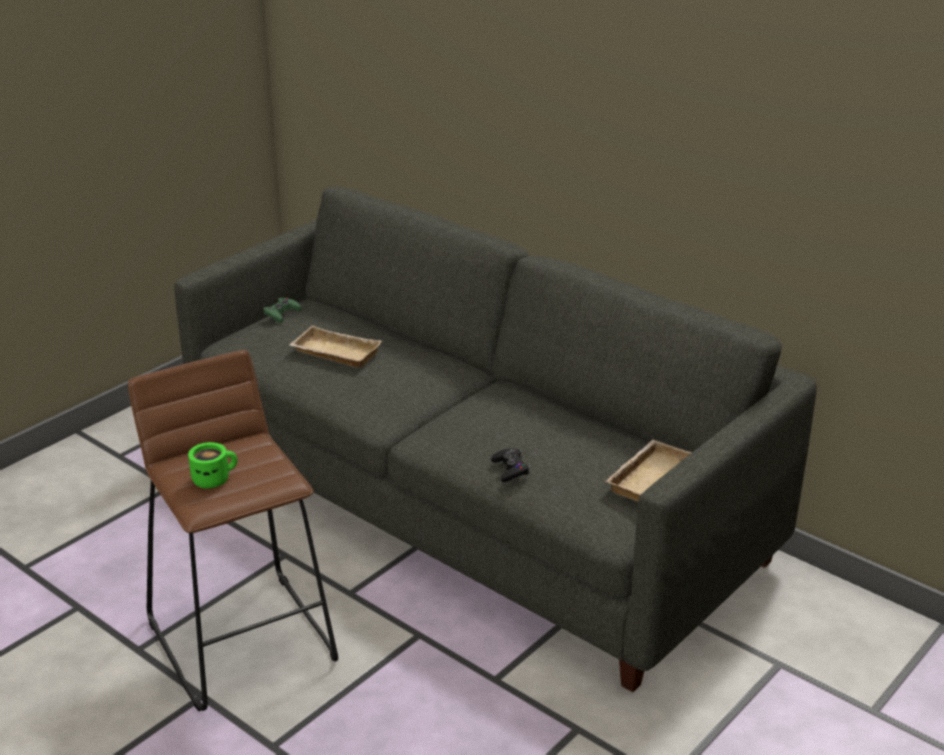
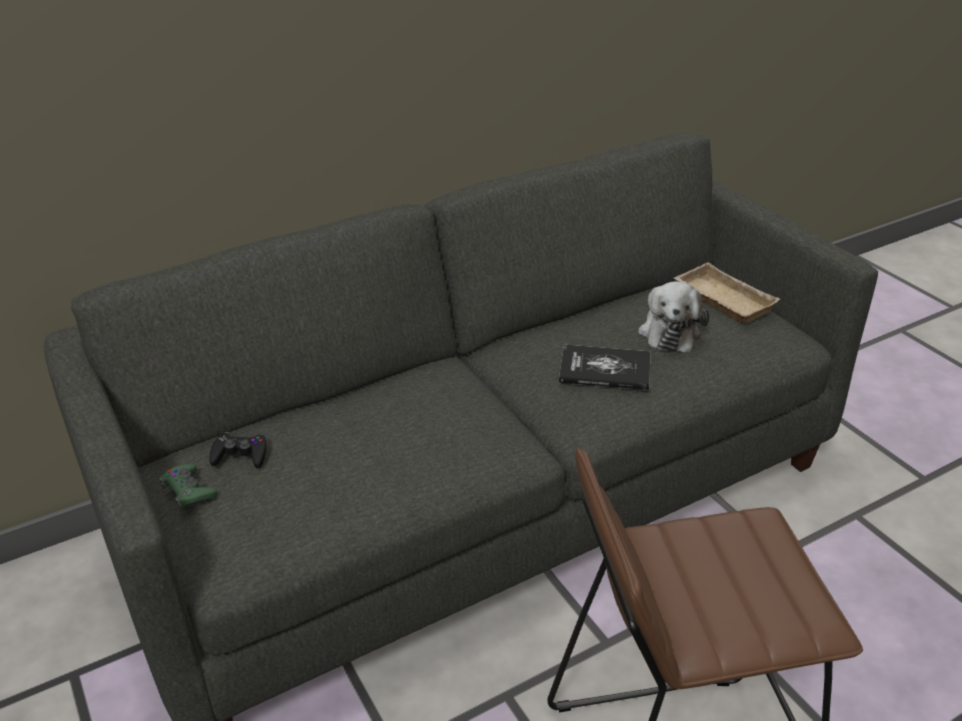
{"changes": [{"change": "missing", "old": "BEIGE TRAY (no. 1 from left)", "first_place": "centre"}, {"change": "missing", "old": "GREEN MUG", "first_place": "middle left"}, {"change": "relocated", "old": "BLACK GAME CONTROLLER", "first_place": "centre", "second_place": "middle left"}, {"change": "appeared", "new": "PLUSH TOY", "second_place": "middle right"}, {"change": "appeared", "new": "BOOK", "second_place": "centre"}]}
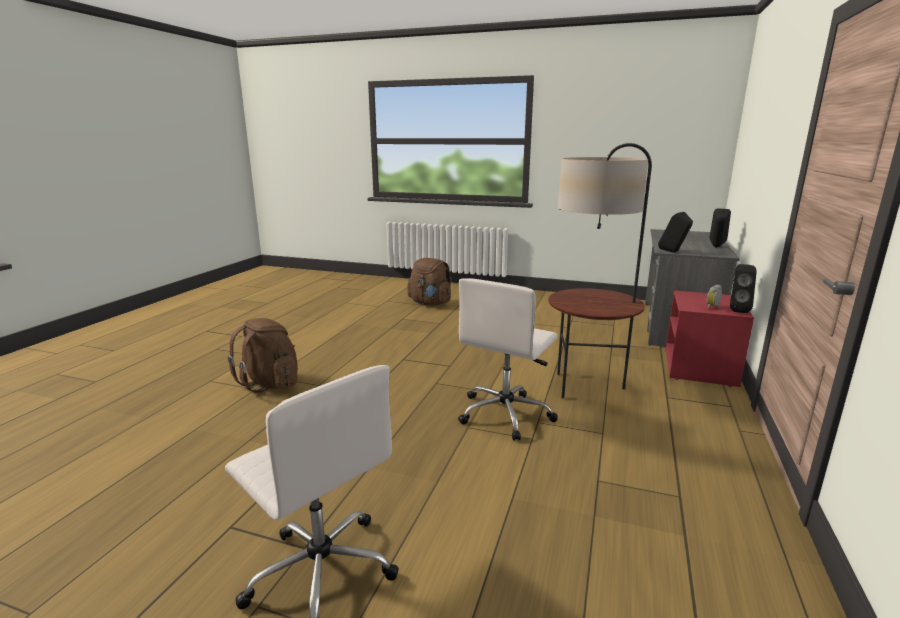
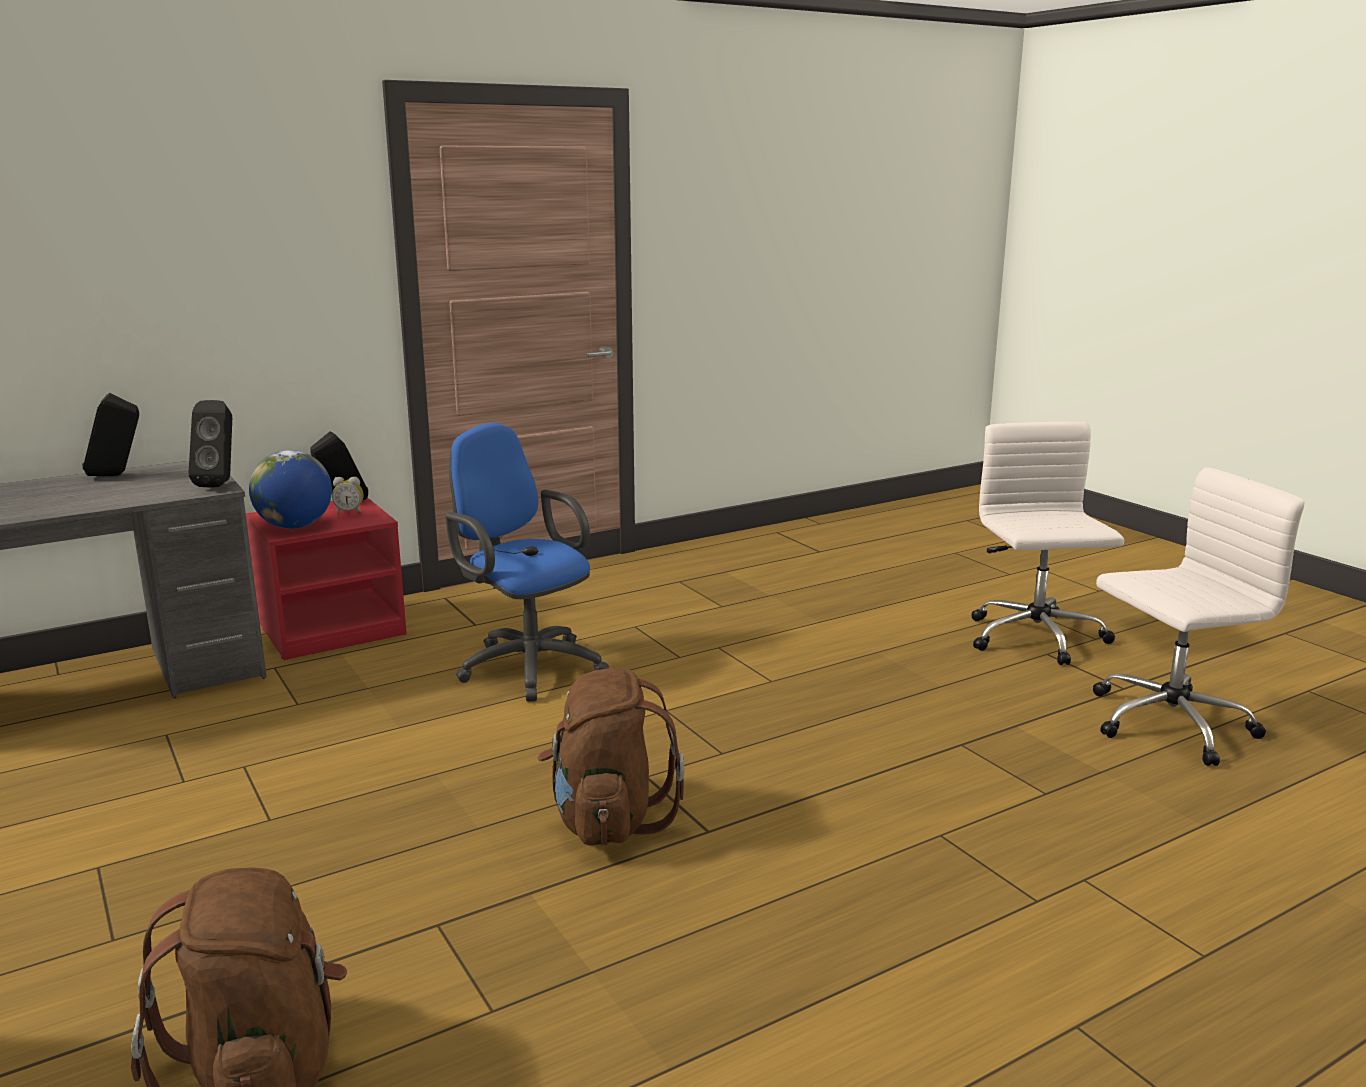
{"changes": [{"change": "exchanged", "old": "FLOOR LAMP", "new": "BLUE OFFICE CHAIR", "first_place": "middle right", "second_place": "centre"}, {"change": "relocated", "old": "WHITE OFFICE CHAIR (no. 2 from left)", "first_place": "centre", "second_place": "middle right"}, {"change": "relocated", "old": "BROWN BACKPACK (no. 1 from left in the first image)", "new": "BROWN BACKPACK (no. 2 from left)", "first_place": "middle left", "second_place": "bottom centre"}, {"change": "appeared", "new": "GLOBE", "second_place": "middle left"}]}
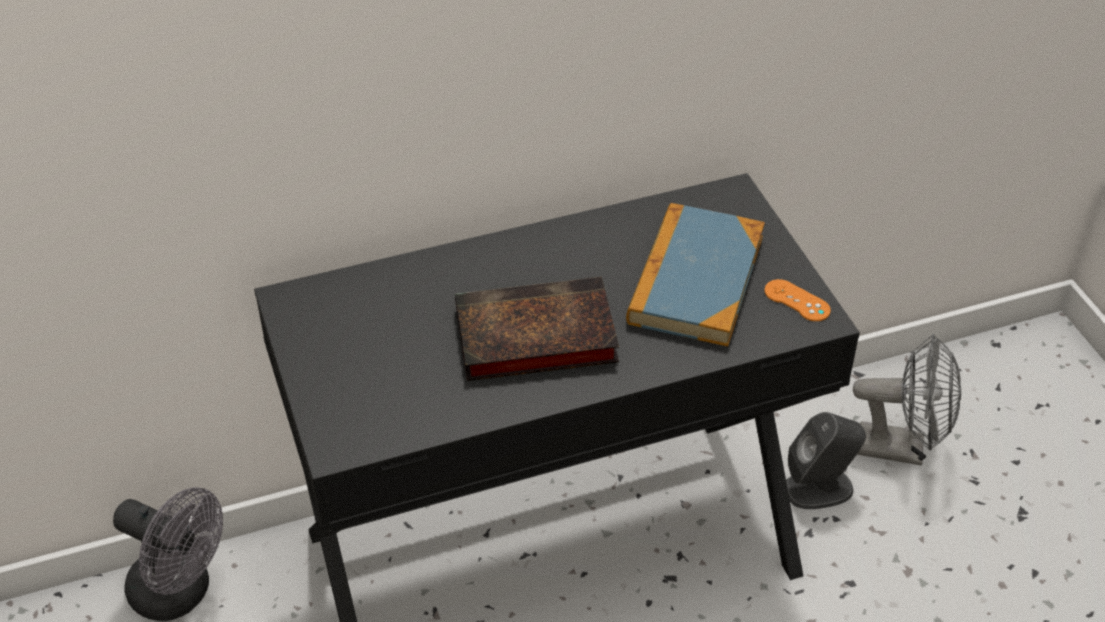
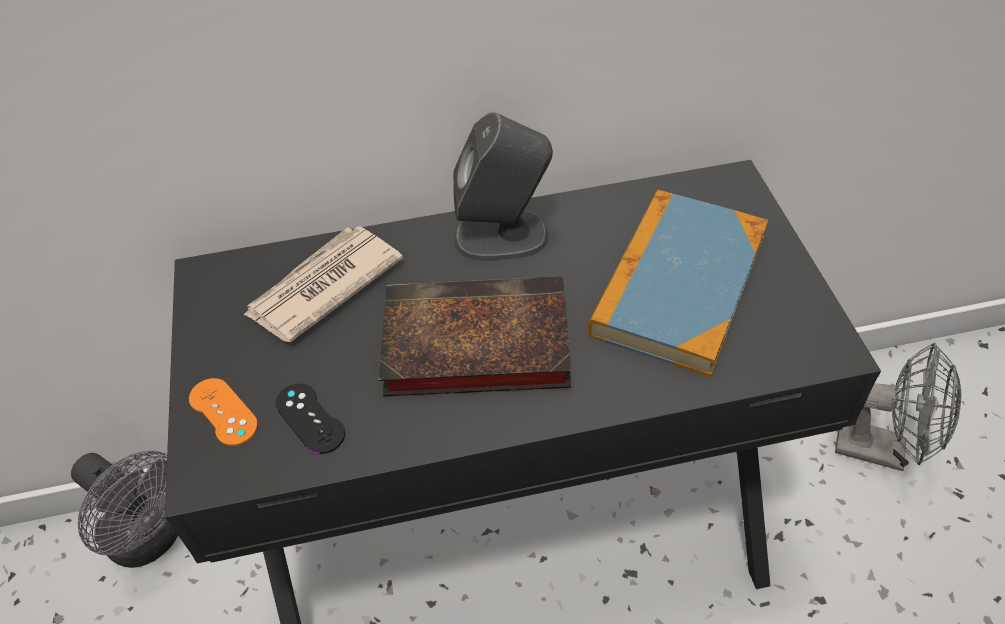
{"changes": [{"change": "relocated", "old": "ORANGE GAME CONTROLLER", "first_place": "middle right", "second_place": "middle left"}, {"change": "relocated", "old": "GREY SPEAKER", "first_place": "bottom right", "second_place": "top centre"}, {"change": "appeared", "new": "NEWSPAPER", "second_place": "middle left"}, {"change": "appeared", "new": "BLACK GAME CONTROLLER", "second_place": "bottom left"}]}
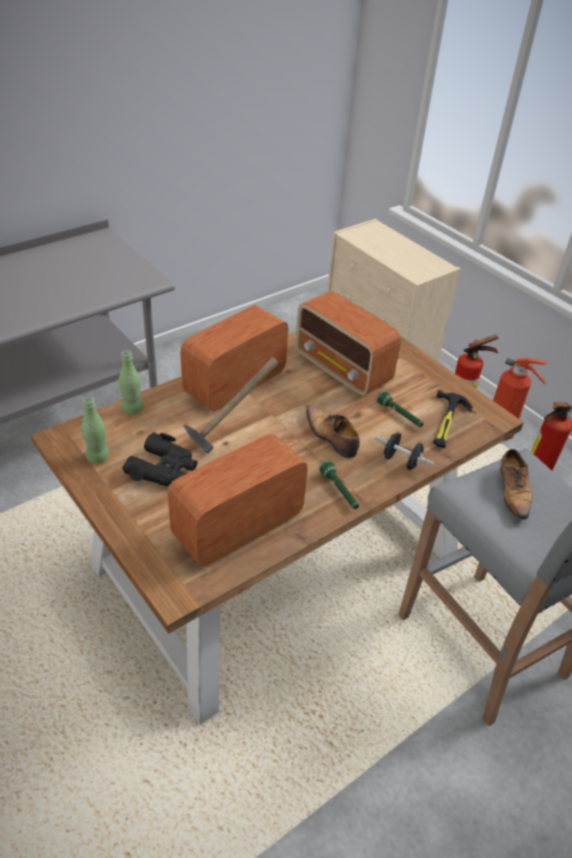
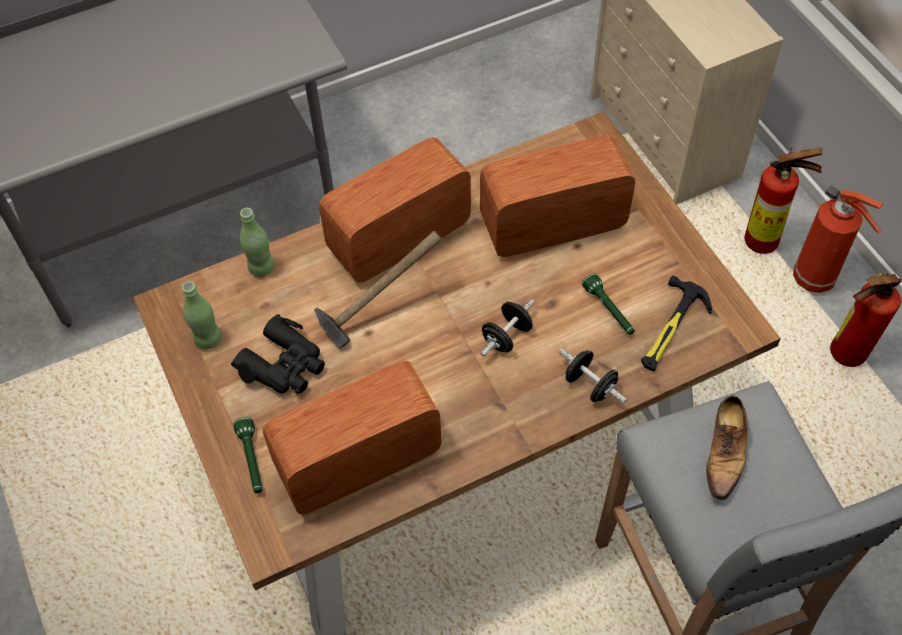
{"changes": [{"change": "spun", "old": "RADIO (no. 3 from left)", "first_place": "centre", "second_place": "top centre", "degrees": 105}, {"change": "exchanged", "old": "SHOE (no. 1 from left)", "new": "BLACK DUMBBELL (no. 1 from left)", "first_place": "centre", "second_place": "centre"}, {"change": "relocated", "old": "GREEN FLASHLIGHT (no. 1 from left)", "first_place": "centre", "second_place": "bottom left"}]}
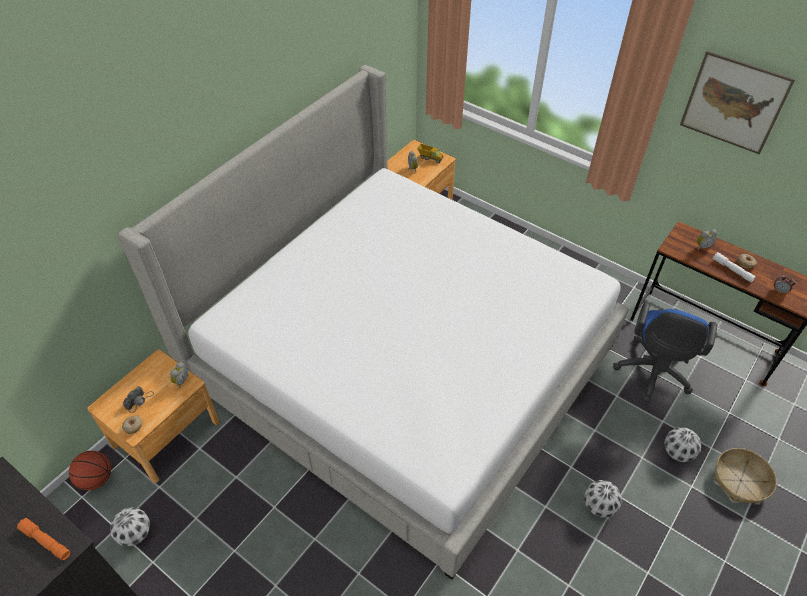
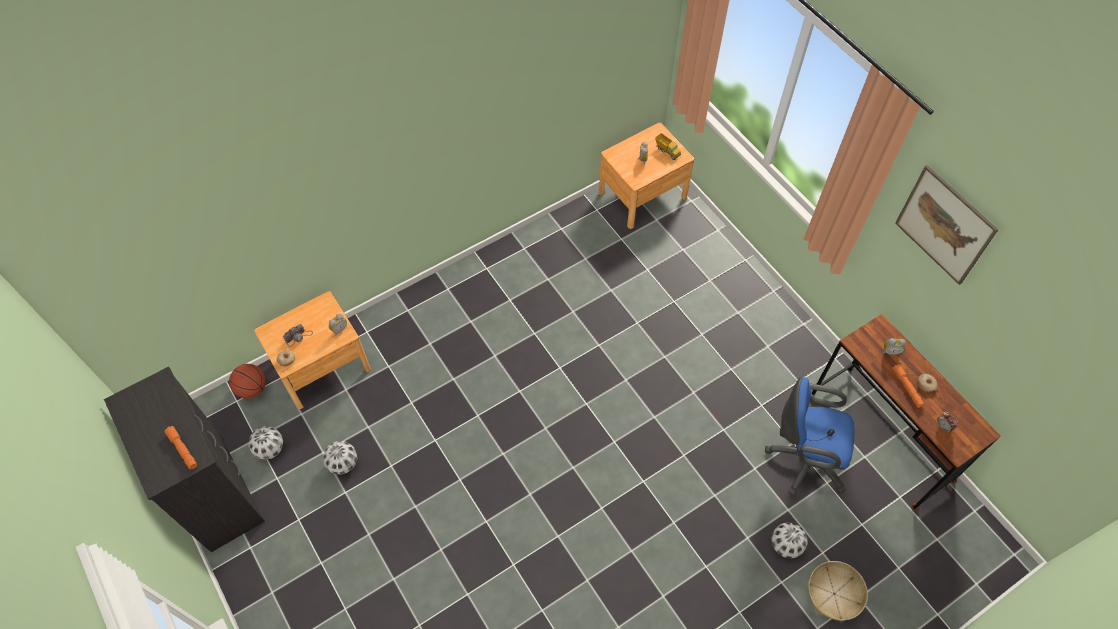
{"changes": [{"change": "missing", "old": "BED", "first_place": "centre"}, {"change": "colour", "old": "WHITE FLASHLIGHT", "new": "ORANGE FLASHLIGHT (no. 2 from left)", "first_place": "middle right", "second_place": "middle right"}, {"change": "spun", "old": "BLUE OFFICE CHAIR", "first_place": "middle right", "second_place": "bottom right", "degrees": 60}, {"change": "relocated", "old": "FOOTBALL (no. 2 from left)", "first_place": "bottom right", "second_place": "bottom left"}]}
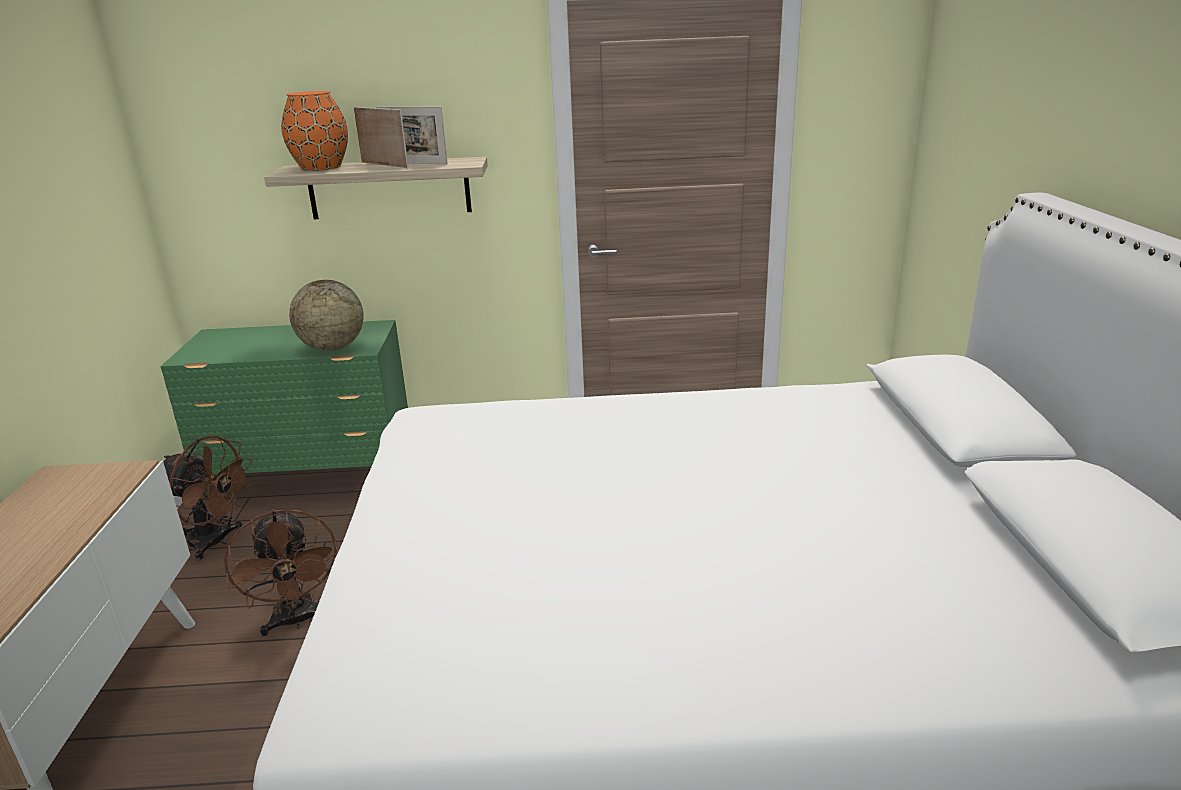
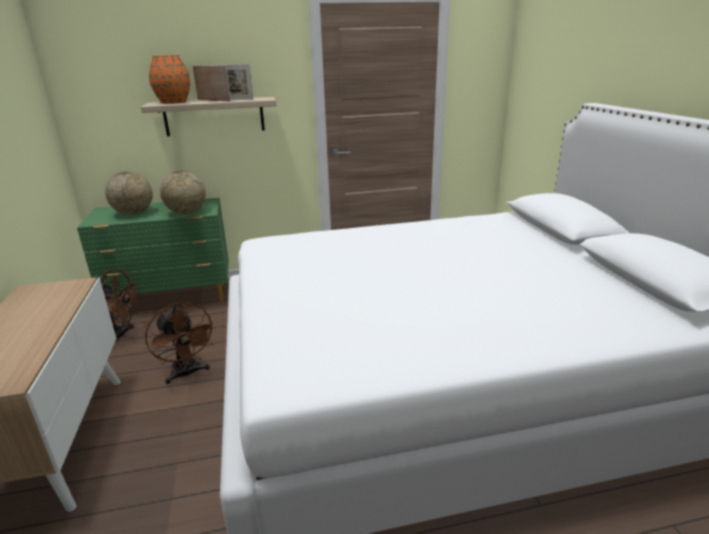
{"changes": [{"change": "appeared", "new": "GLOBE (no. 1 from left)", "second_place": "middle left"}]}
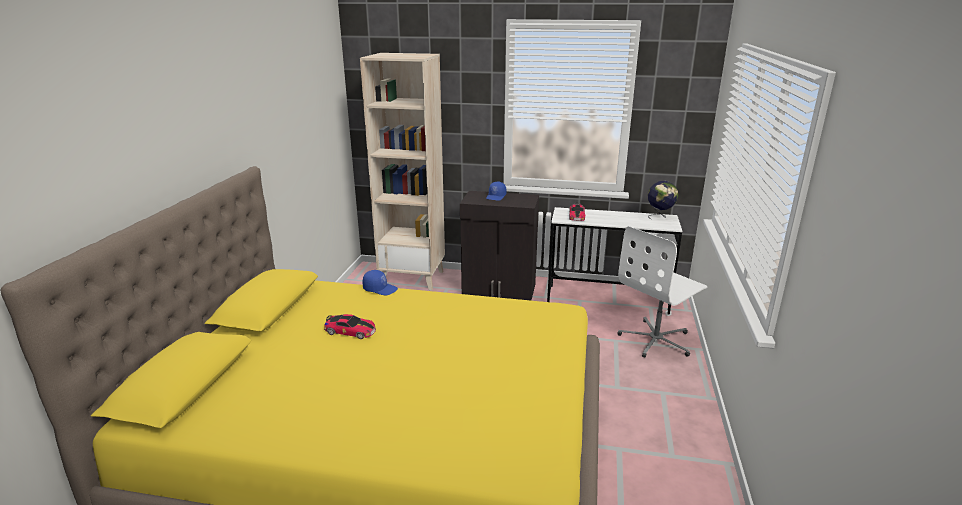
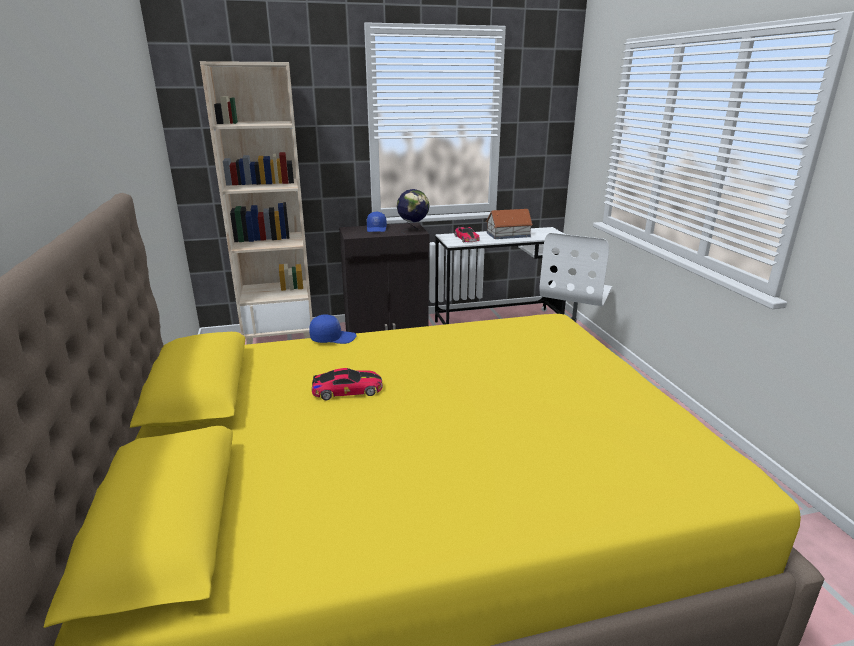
{"changes": [{"change": "relocated", "old": "GLOBE", "first_place": "middle right", "second_place": "top centre"}, {"change": "appeared", "new": "TOY HOUSE", "second_place": "centre"}]}
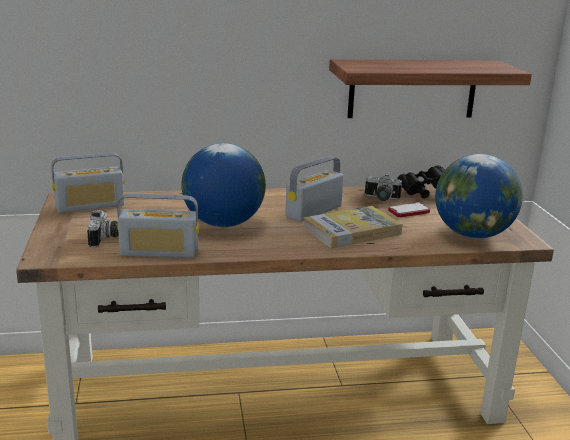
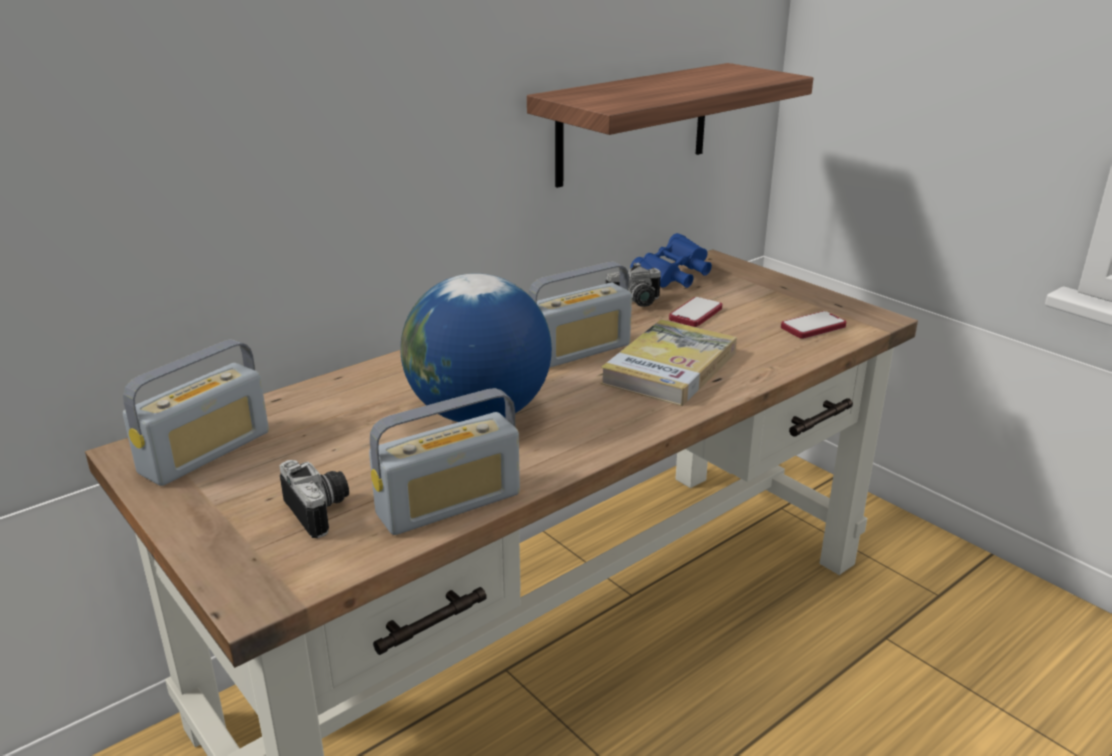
{"changes": [{"change": "exchanged", "old": "GLOBE (no. 2 from left)", "new": "PHONE (no. 2 from left)", "first_place": "middle right", "second_place": "middle right"}, {"change": "spun", "old": "RADIO (no. 3 from left)", "first_place": "centre", "second_place": "centre", "degrees": -135}, {"change": "colour", "old": "BLACK BINOCULARS", "new": "BLUE BINOCULARS", "first_place": "middle right", "second_place": "centre"}]}
